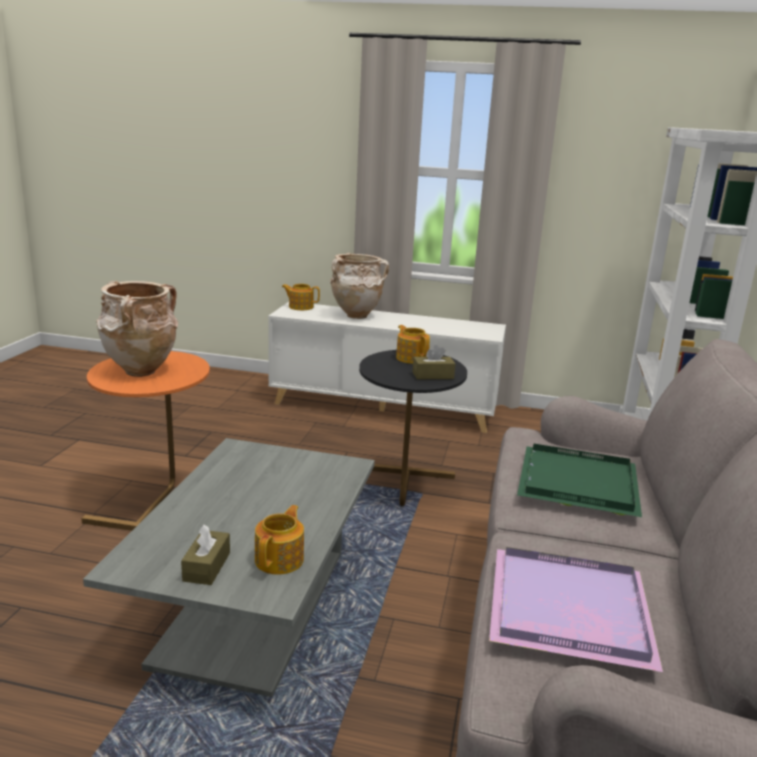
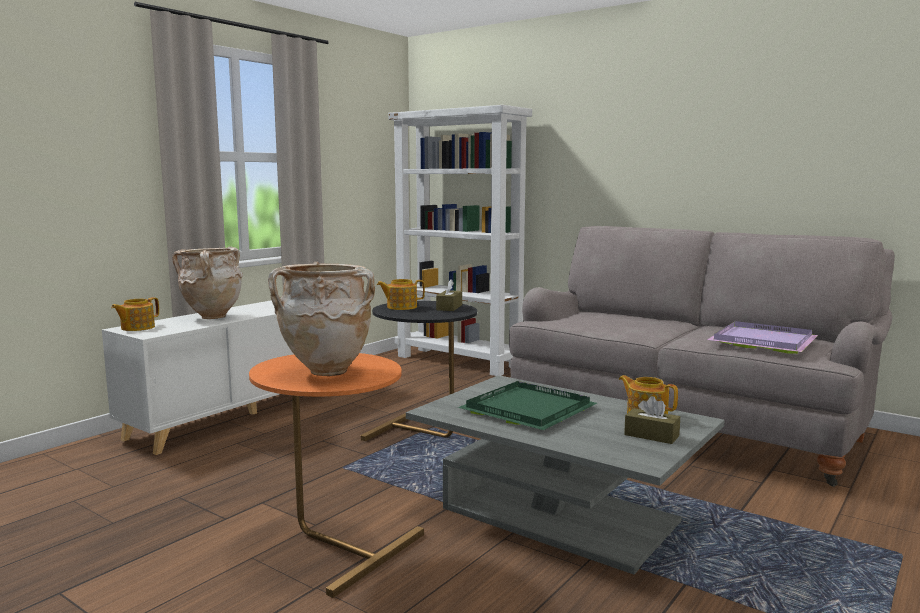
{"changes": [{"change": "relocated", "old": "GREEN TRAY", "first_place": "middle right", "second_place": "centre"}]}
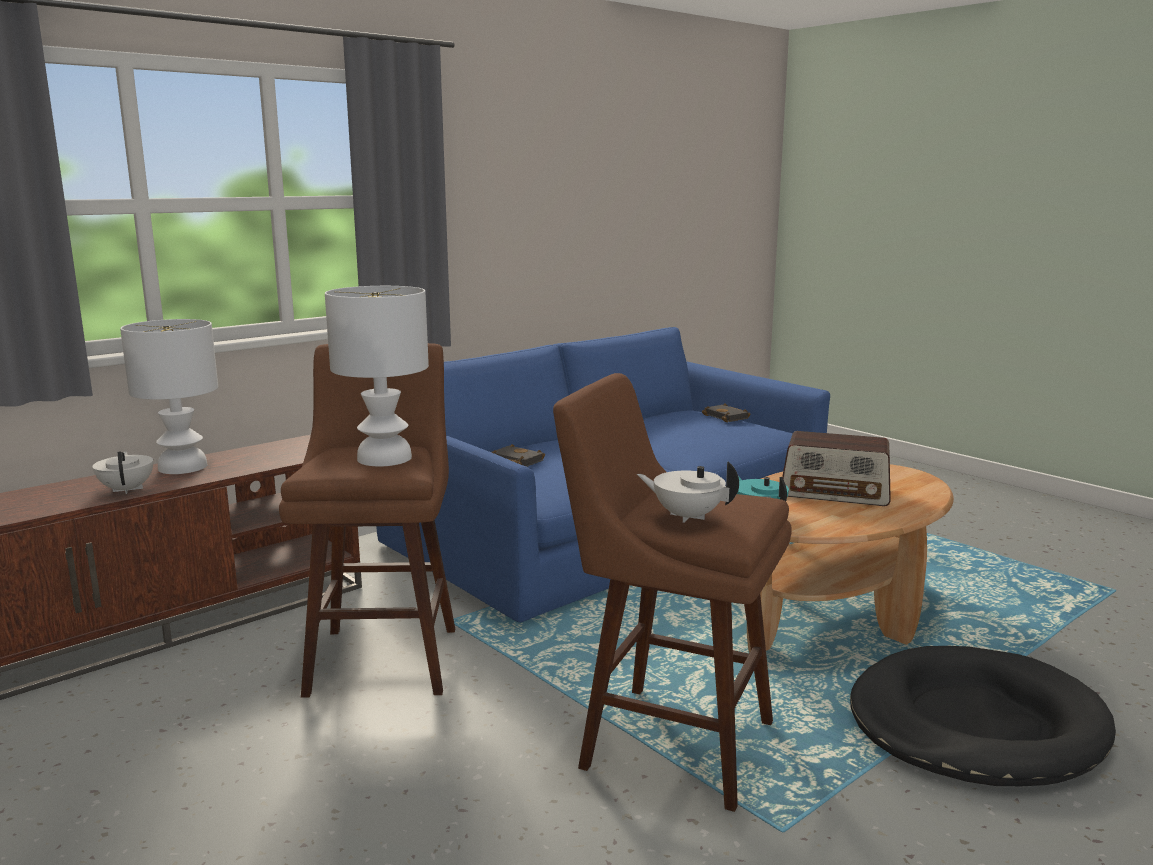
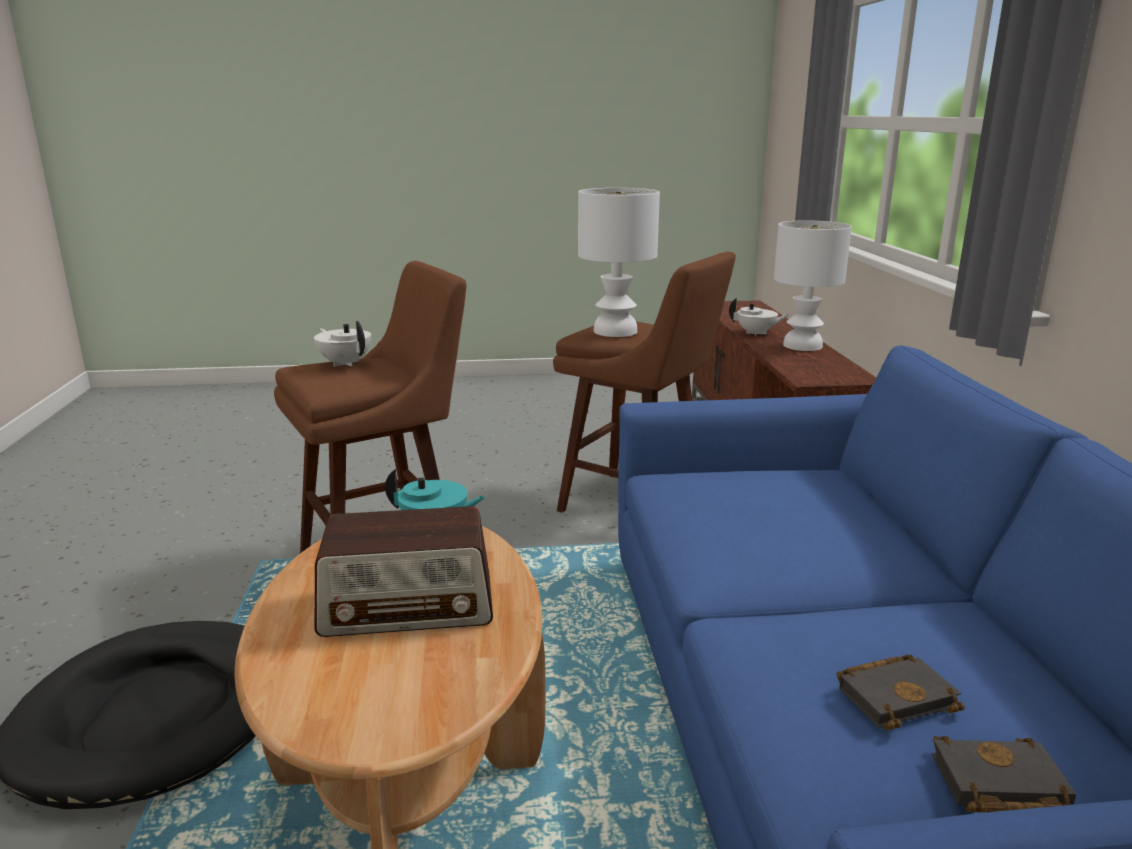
{"changes": [{"change": "spun", "old": "RADIO", "first_place": "middle right", "second_place": "bottom centre", "degrees": -150}, {"change": "relocated", "old": "BLACK BOOK (no. 1 from left)", "first_place": "centre", "second_place": "bottom right"}, {"change": "spun", "old": "WHITE TEAPOT (no. 2 from left in the first image)", "first_place": "centre", "second_place": "middle left", "degrees": -105}]}
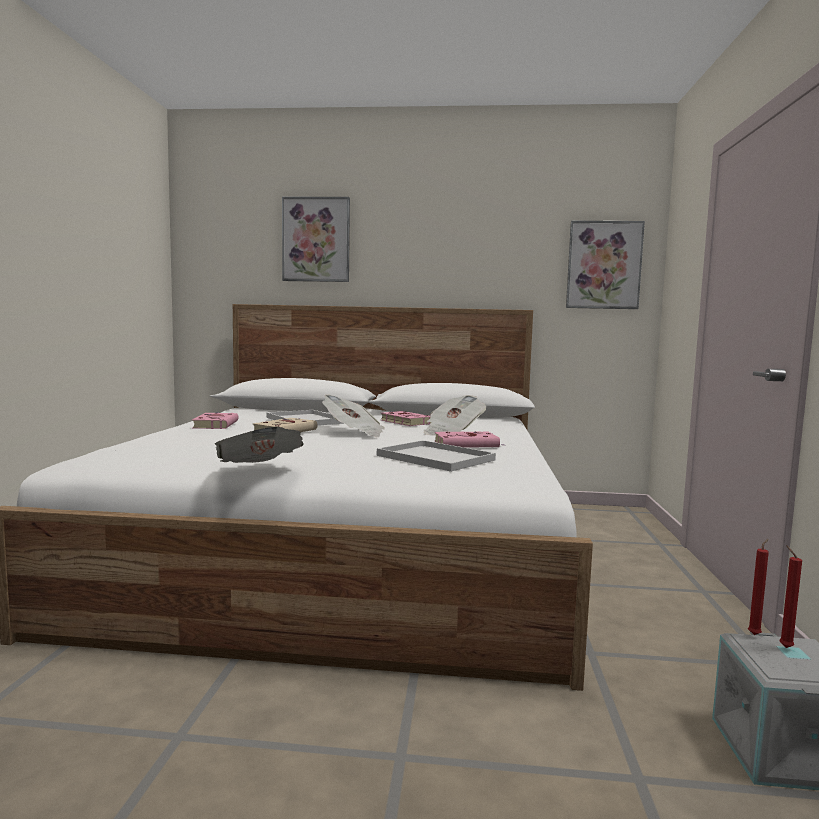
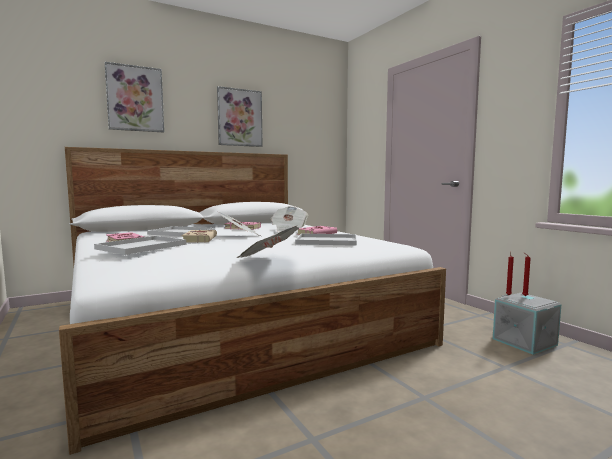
{"changes": [{"change": "relocated", "old": "PICTURE (no. 2 from left)", "first_place": "top right", "second_place": "top centre"}, {"change": "appeared", "new": "WHITE TRAY (no. 1 from left)", "second_place": "middle left"}]}
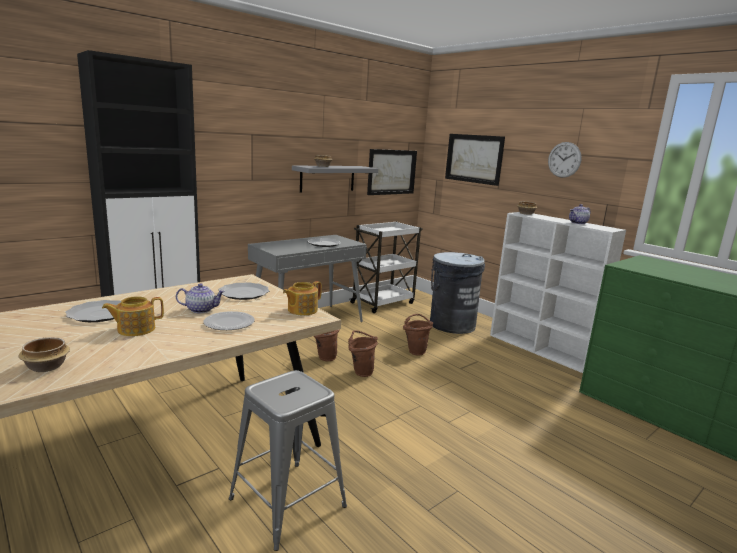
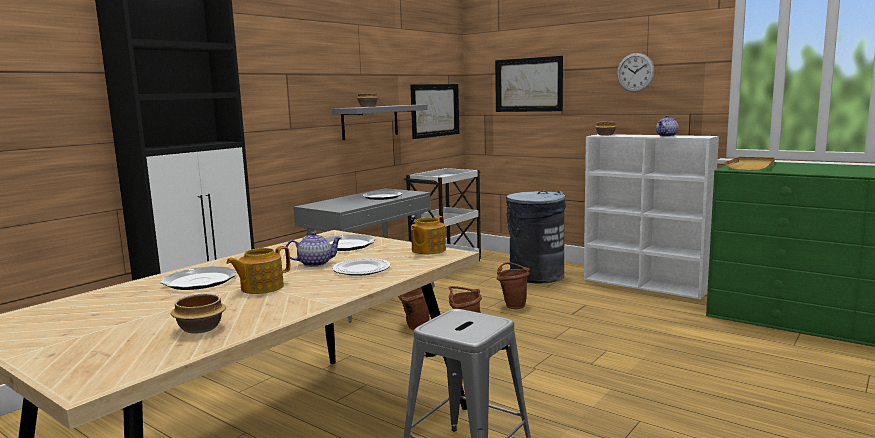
{"changes": [{"change": "appeared", "new": "BEIGE TRAY", "second_place": "middle right"}]}
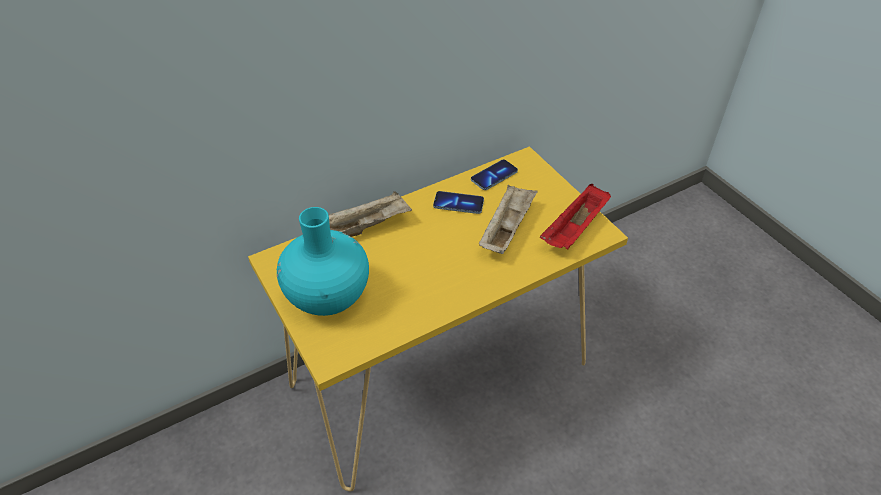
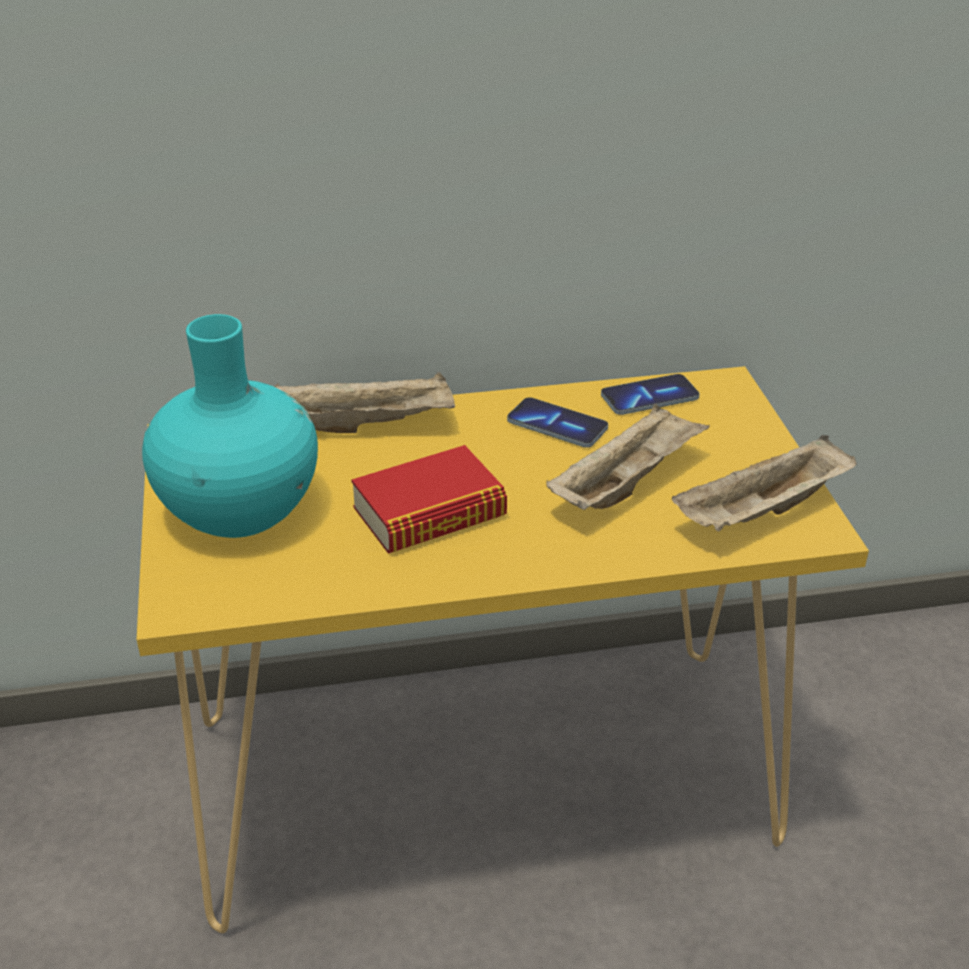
{"changes": [{"change": "colour", "old": "RED TRAY", "new": "BEIGE TRAY (no. 3 from left)", "first_place": "centre", "second_place": "middle right"}, {"change": "appeared", "new": "BOOK", "second_place": "centre"}]}
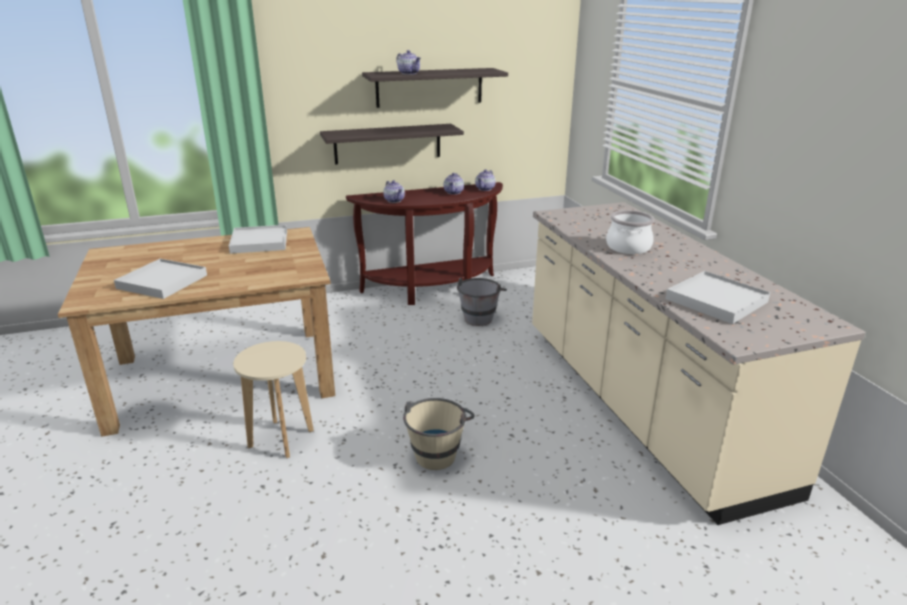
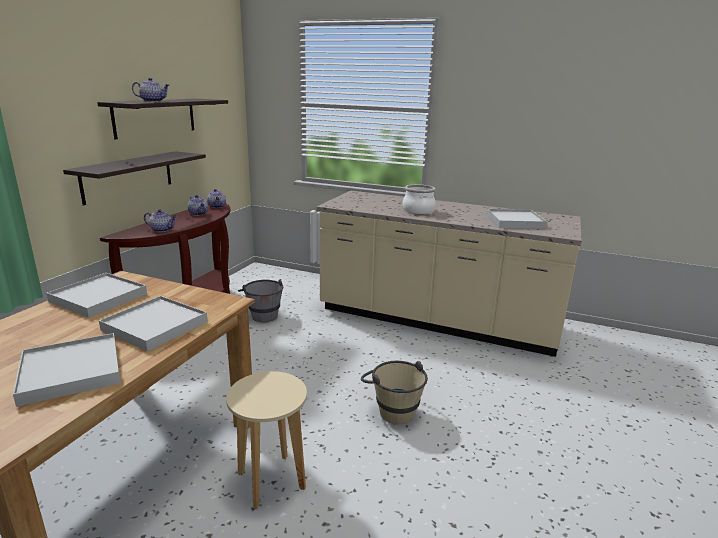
{"changes": [{"change": "appeared", "new": "WHITE TRAY (no. 3 from left)", "second_place": "middle left"}]}
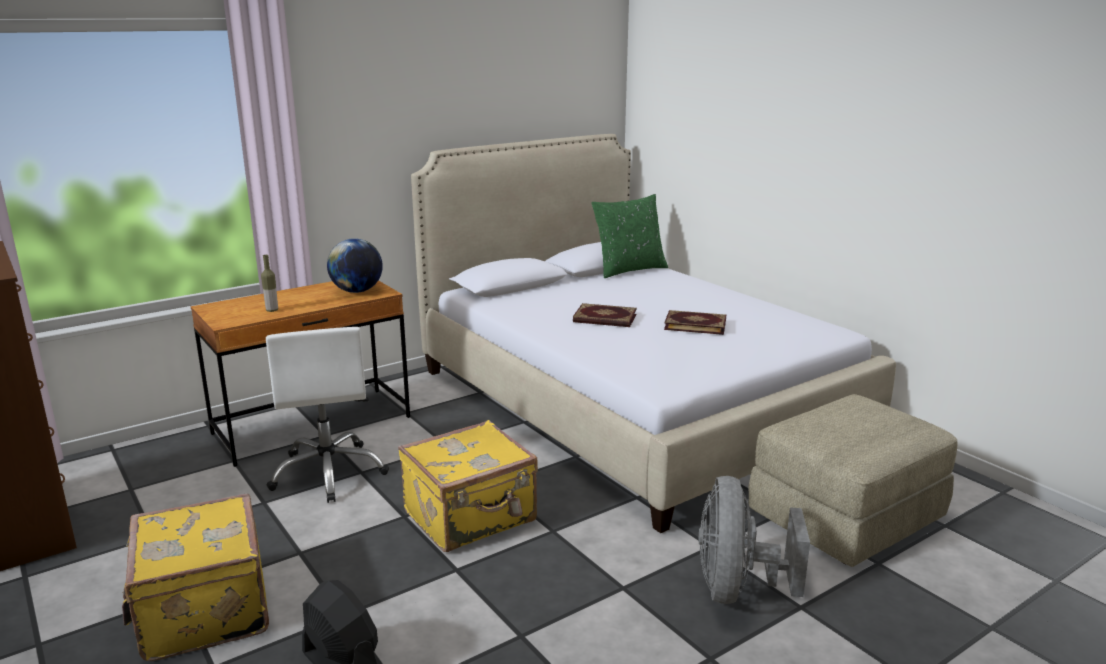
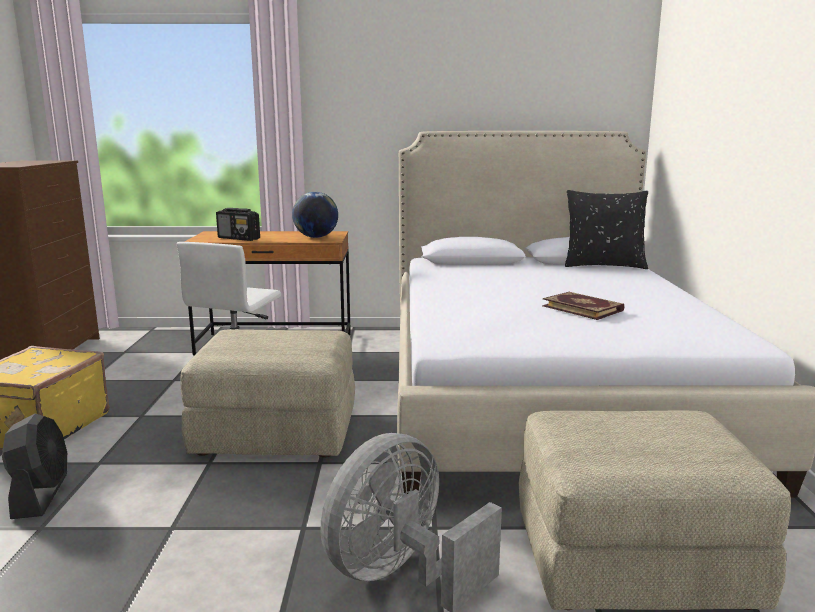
{"changes": [{"change": "colour", "old": "GREEN PILLOW", "new": "BLACK PILLOW", "first_place": "centre", "second_place": "middle right"}, {"change": "exchanged", "old": "BOTTLE", "new": "RADIO", "first_place": "middle left", "second_place": "middle left"}, {"change": "missing", "old": "BOOK (no. 1 from left)", "first_place": "centre"}, {"change": "exchanged", "old": "YELLOW SUITCASE (no. 2 from left)", "new": "BEIGE OTTOMAN (no. 1 from left)", "first_place": "bottom centre", "second_place": "middle left"}]}
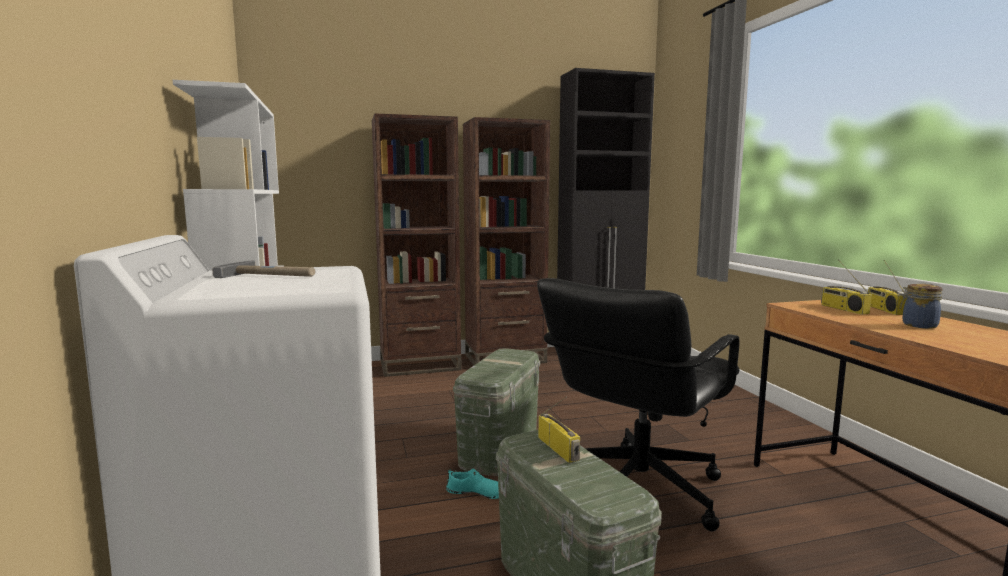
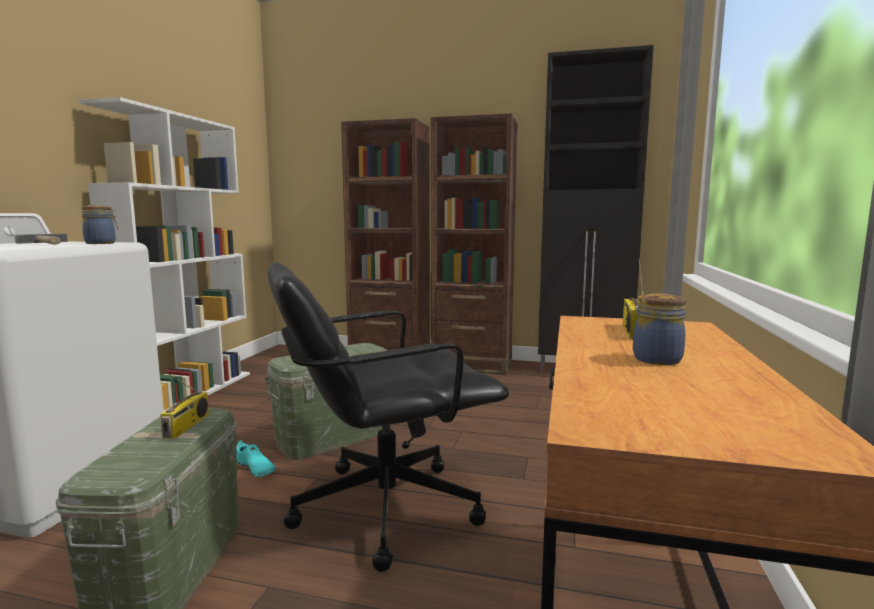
{"changes": [{"change": "missing", "old": "RADIO (no. 3 from left)", "first_place": "middle right"}, {"change": "appeared", "new": "JAR (no. 1 from left)", "second_place": "middle left"}]}
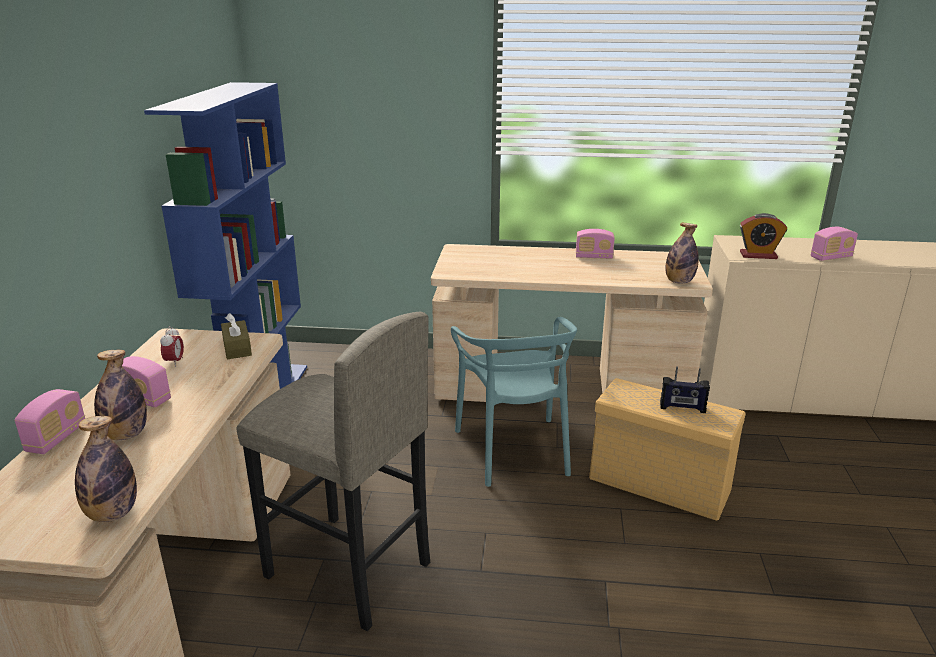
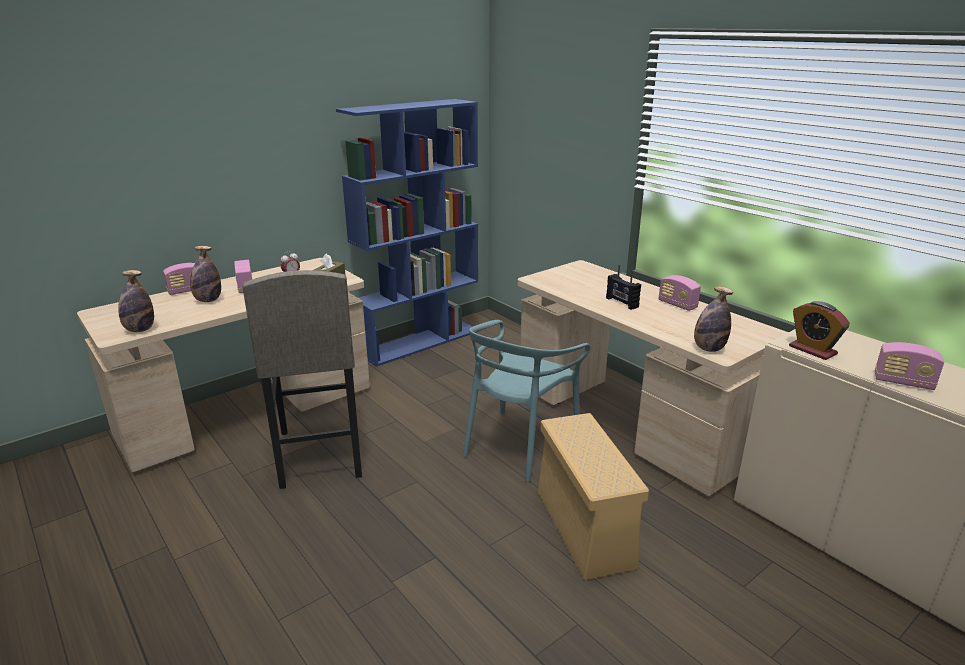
{"changes": [{"change": "relocated", "old": "RADIO (no. 4 from left in the first image)", "new": "RADIO (no. 3 from left)", "first_place": "middle right", "second_place": "centre"}]}
